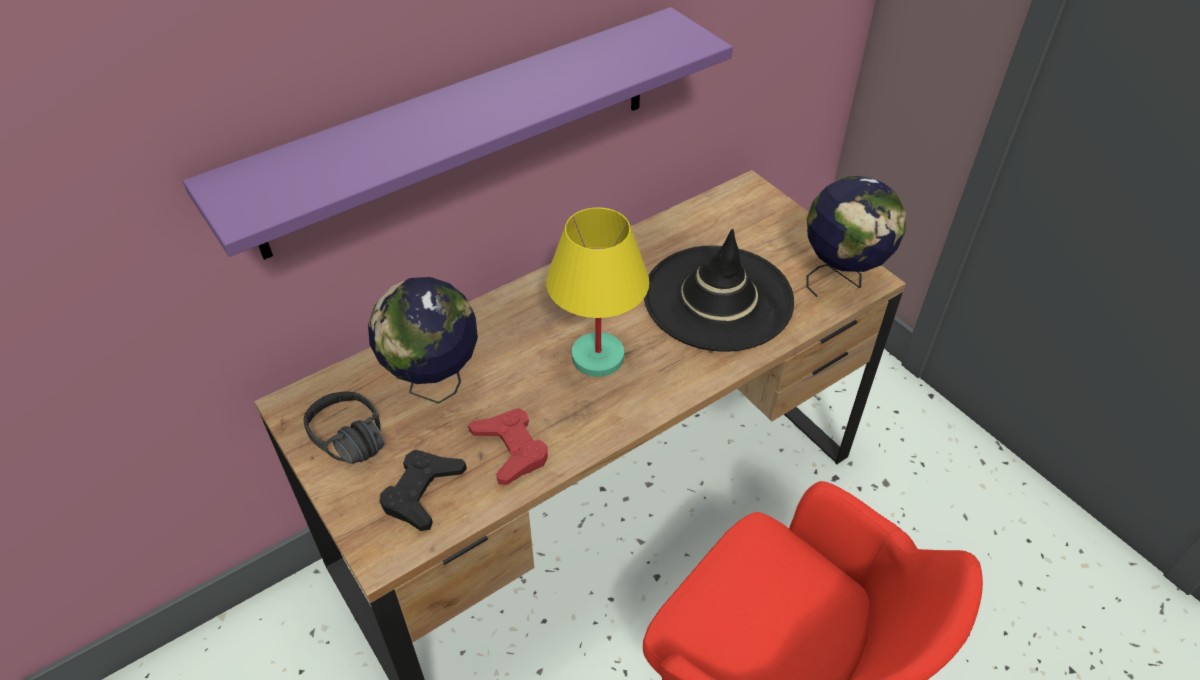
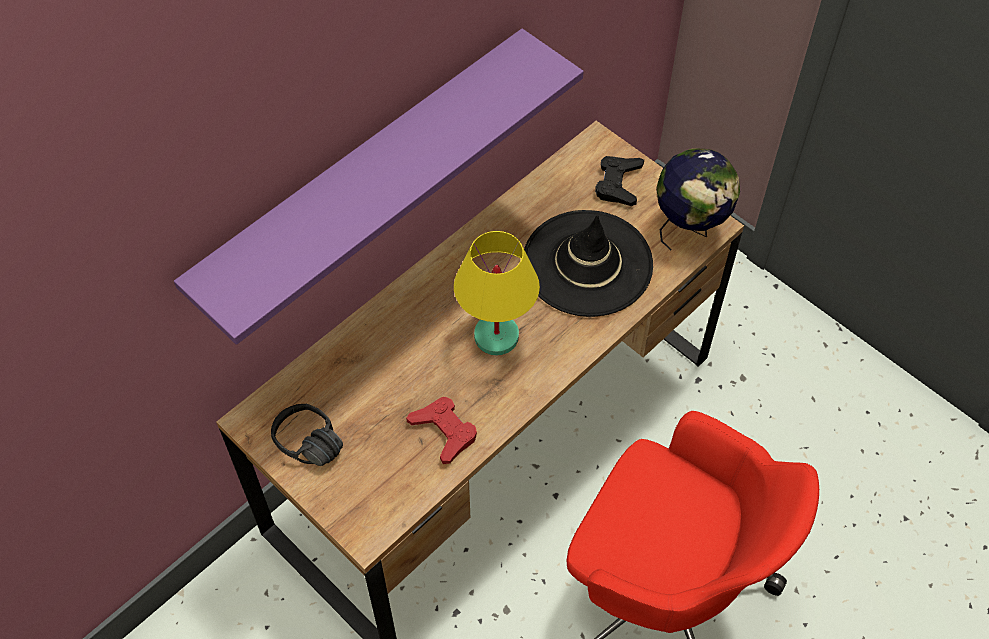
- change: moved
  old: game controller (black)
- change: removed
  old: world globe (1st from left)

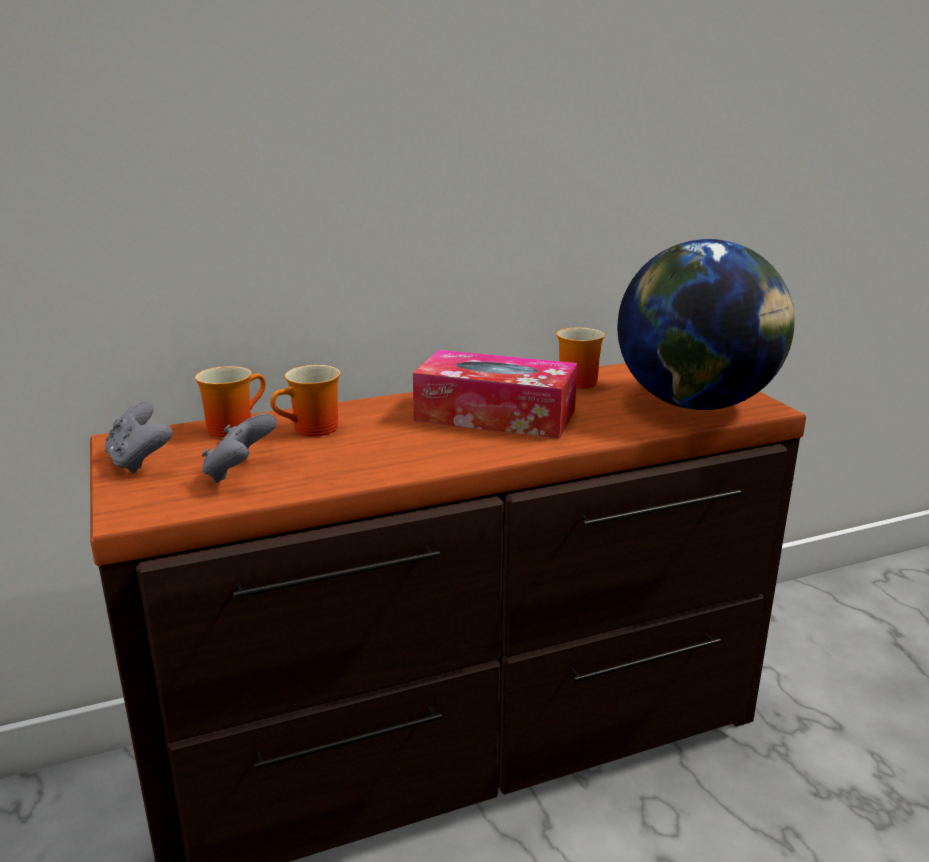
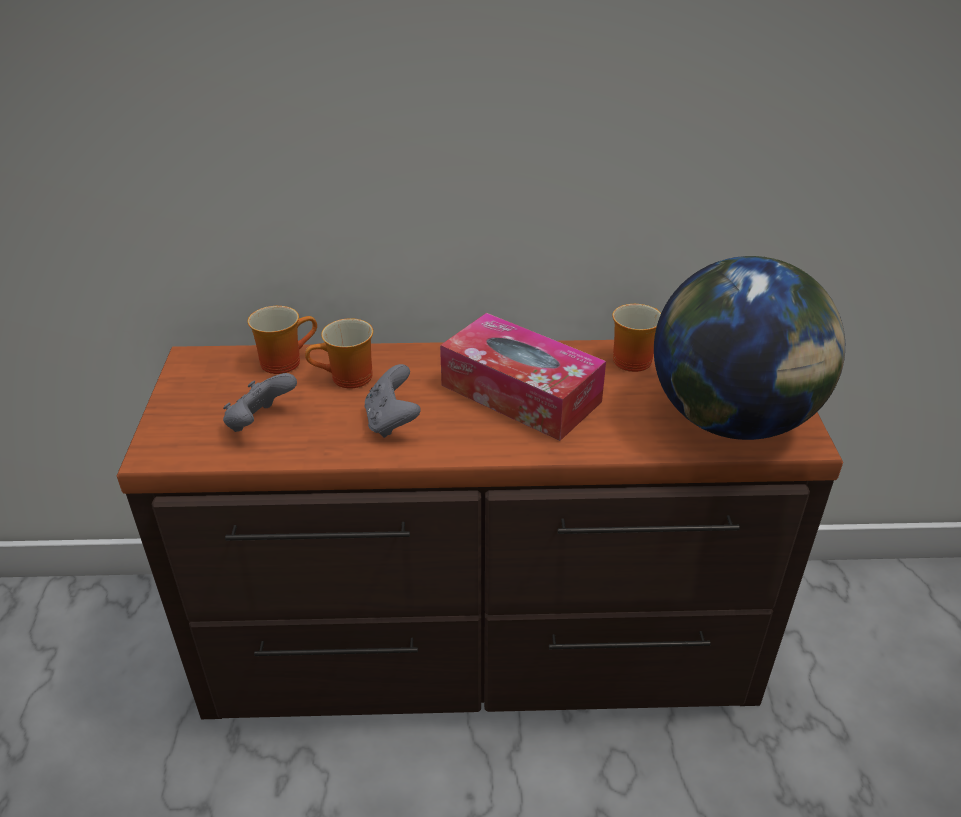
- change: moved
  old: game controller (greyish) (1st from left in the first image)
  new: game controller (greyish) (2nd from left)

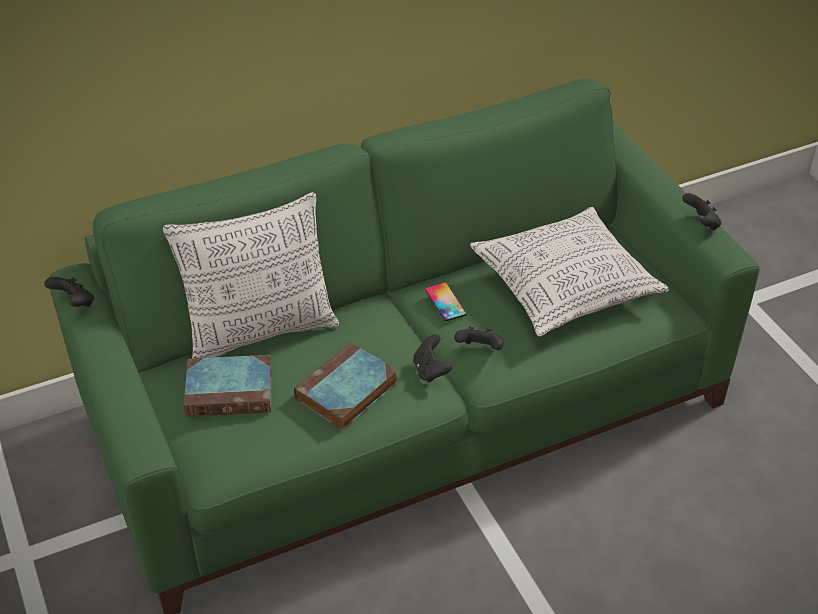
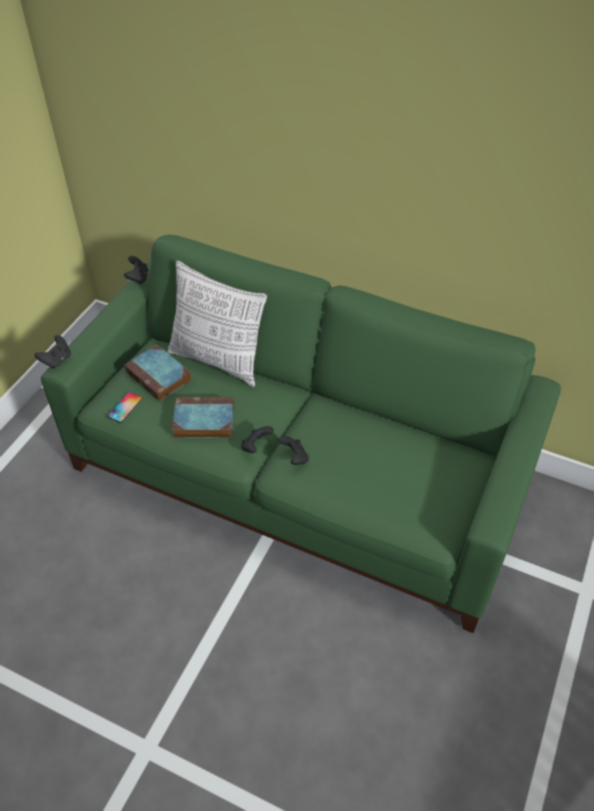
- change: moved
  old: game controller (black) (4th from left in the first image)
  new: game controller (black) (1st from left)
- change: moved
  old: handset
- change: removed
  old: throw pillow (2nd from left)

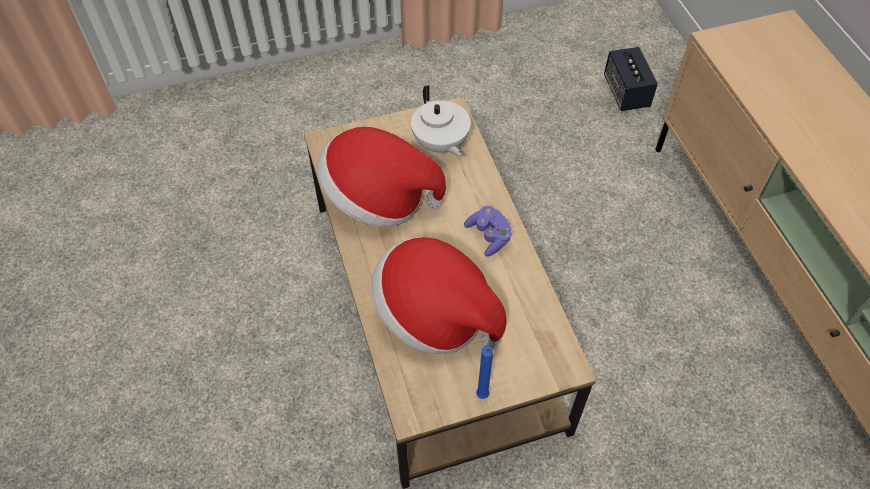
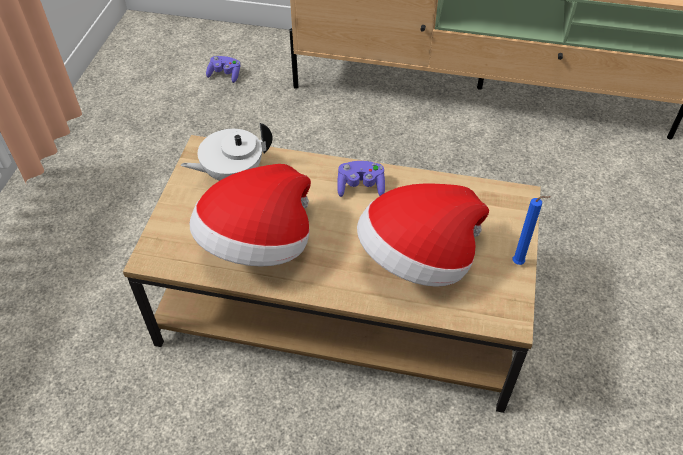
- change: turned
  old: pot for tea (whitish)
  degrees: 150
- change: replaced
  old: loudspeaker
  new: game controller (purplish) (1st from left)

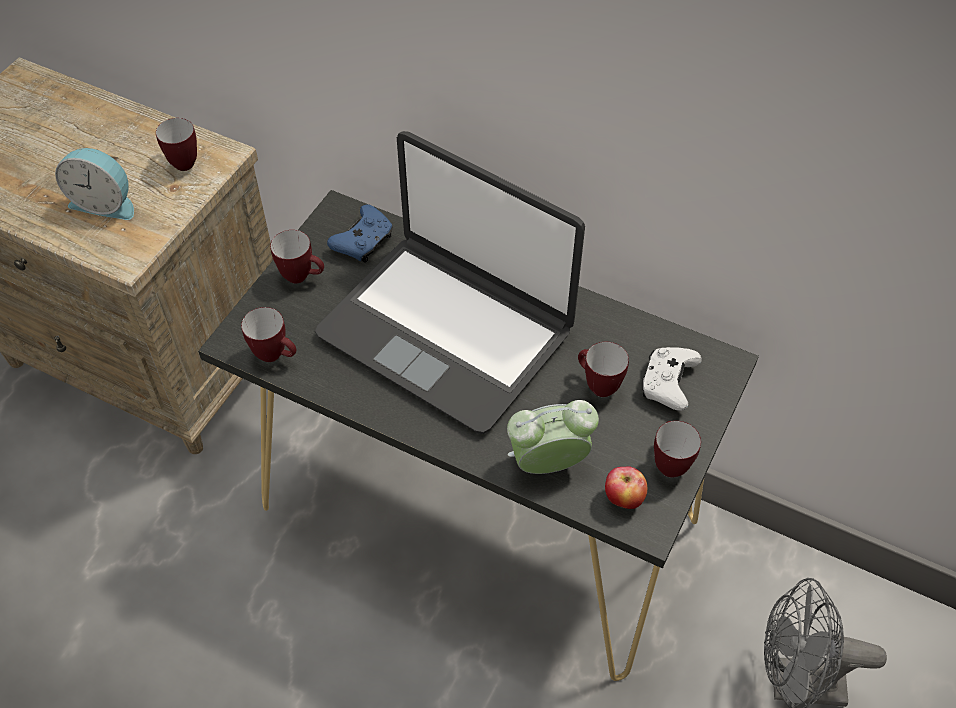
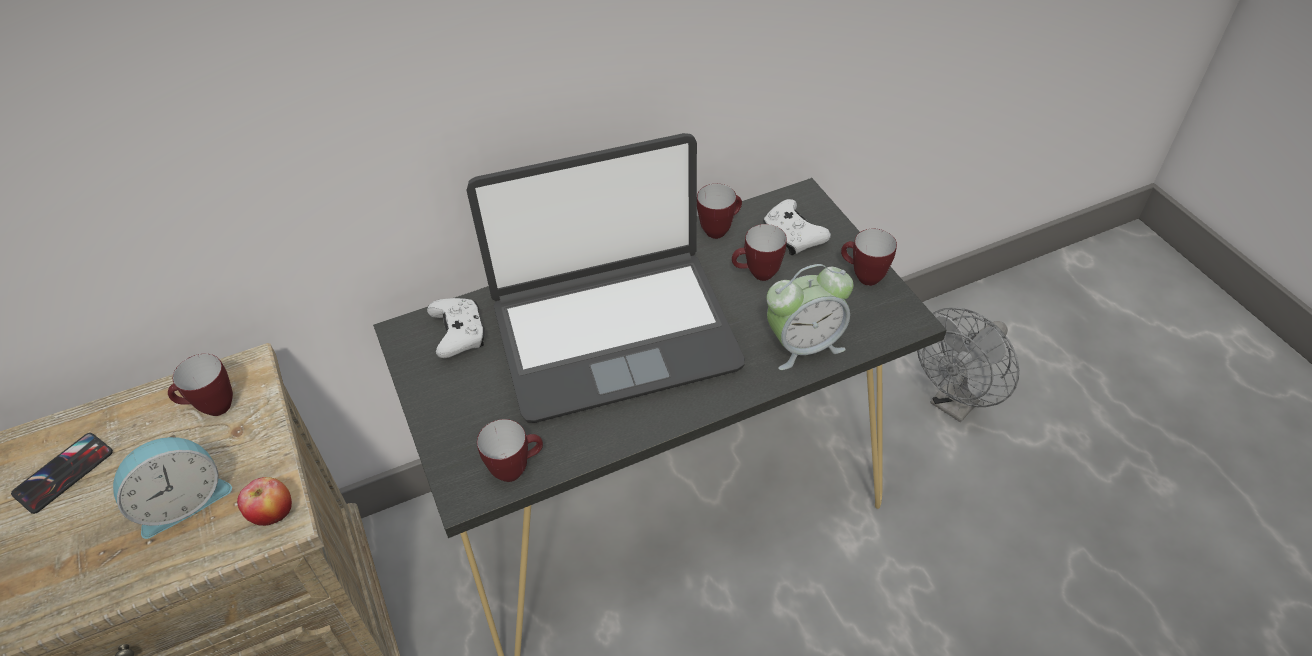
- change: added
  new: handset
- change: moved
  old: whole apple
- change: recoloured
  old: game controller (blue)
  new: game controller (whitish) (1st from left)
- change: moved
  old: tea mug (3rd from left)
- change: turned
  old: bedside clock (2nd from left)
  degrees: -135

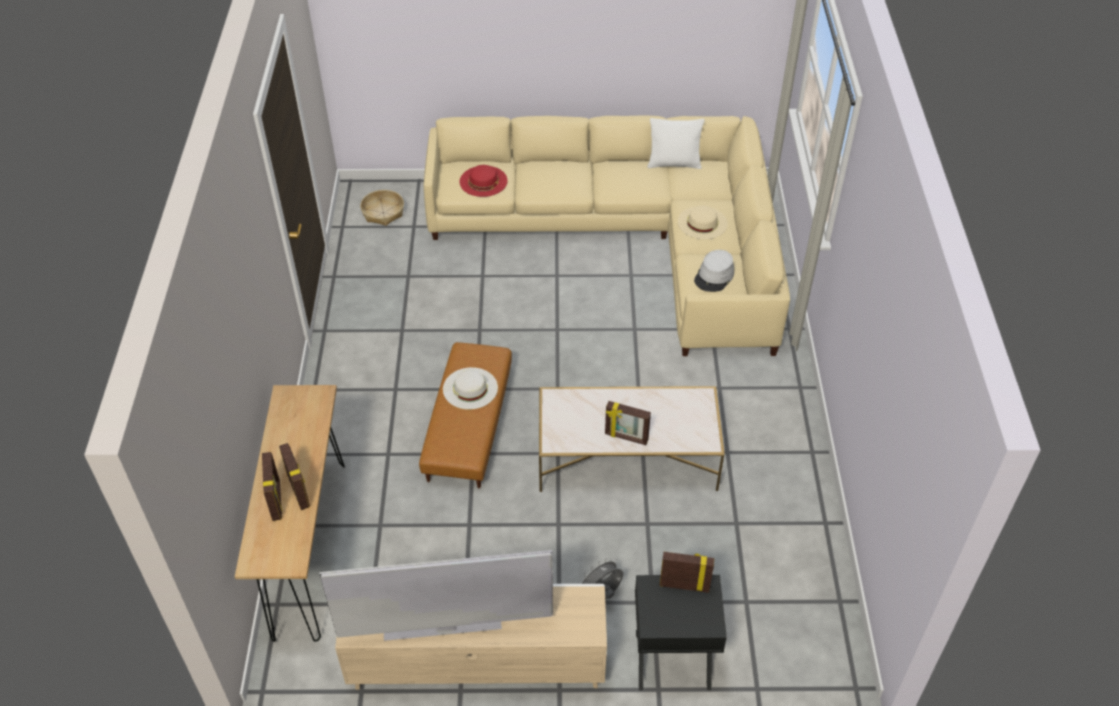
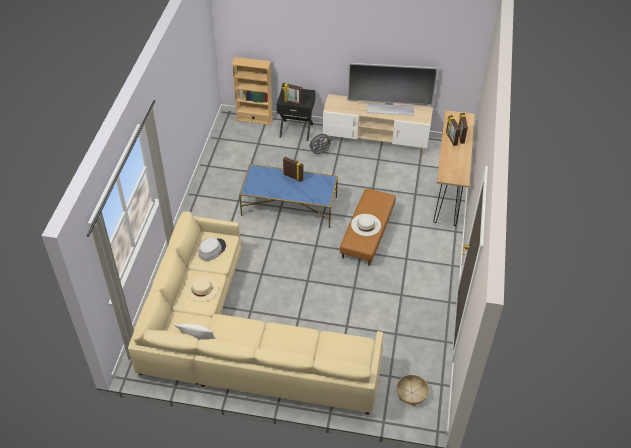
- change: added
  new: bookshelf (sand-coloured)
- change: recoloured
  old: coffee table (whitish)
  new: coffee table (blue)
- change: removed
  old: clothing hat (reddish)

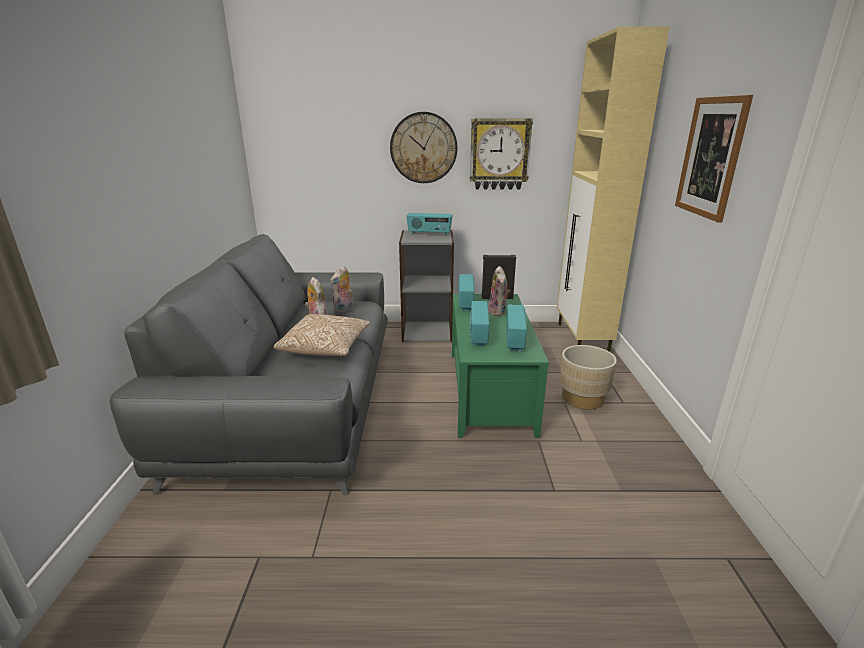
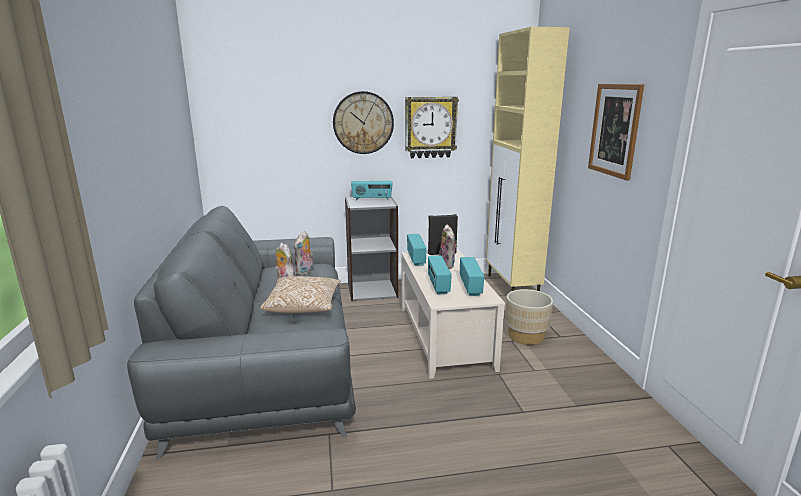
- change: recoloured
  old: coffee table (greenish)
  new: coffee table (sand-coloured)

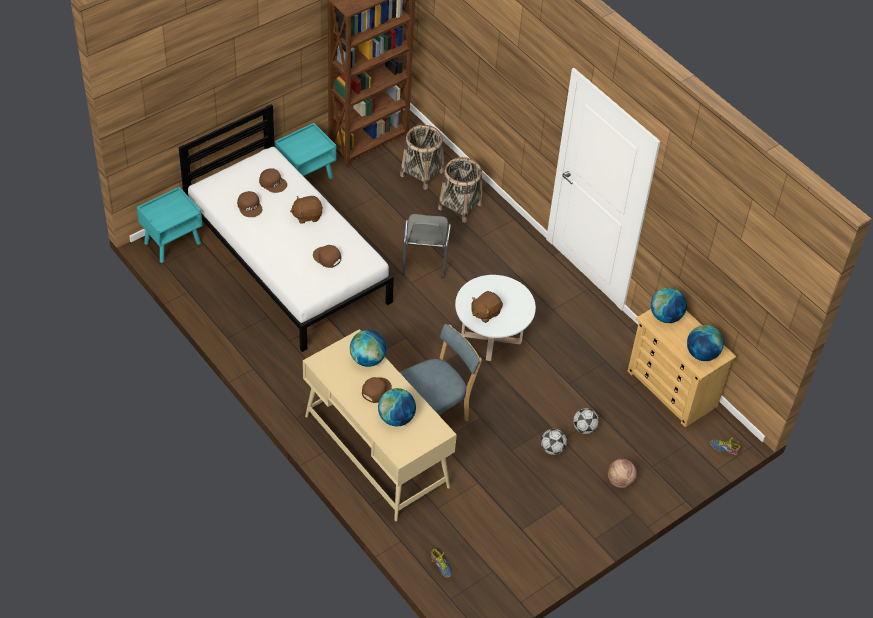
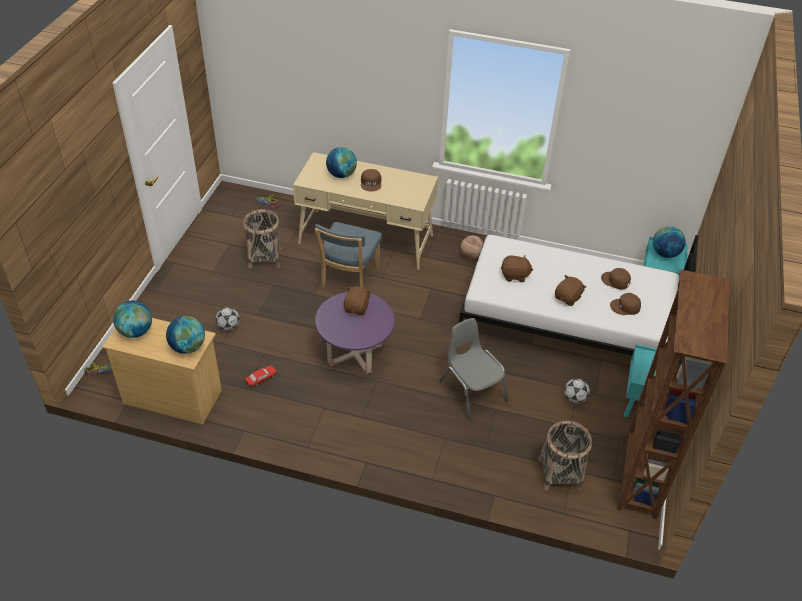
- change: moved
  old: basket (2nd from left in the first image)
  new: basket (1st from left)
- change: added
  new: miniature car
- change: recoloured
  old: coffee table (whitish)
  new: coffee table (purplish)
- change: moved
  old: basketball
- change: replaced
  old: cap (brown) (3rd from left)
  new: cuddly toy (brown) (2nd from left)
- change: moved
  old: football (1st from left in the first image)
  new: football (2nd from left)
- change: moved
  old: world globe (1st from left in the first image)
  new: world globe (4th from left)

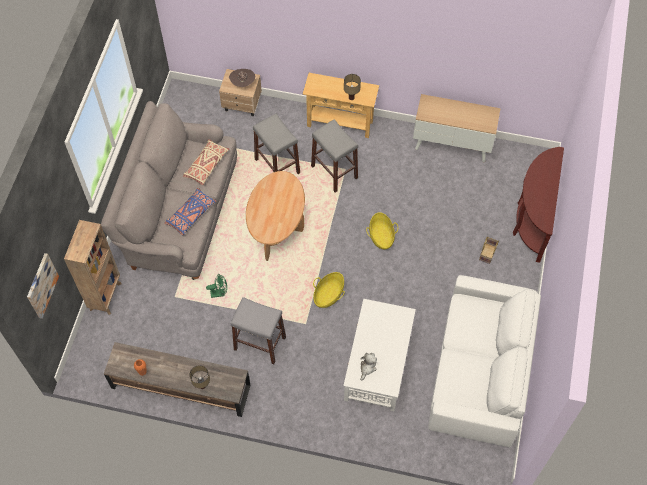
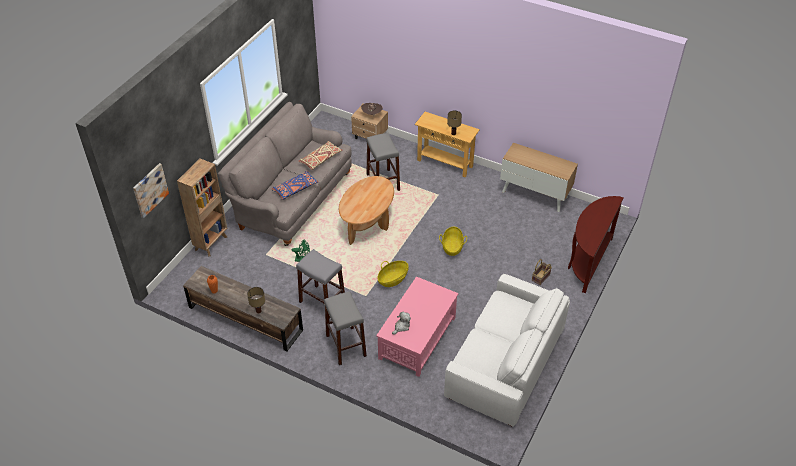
- change: moved
  old: stool (greyish) (3rd from left in the first image)
  new: stool (greyish) (2nd from left)
- change: recoloured
  old: coffee table (whitish)
  new: coffee table (pink-coloured)

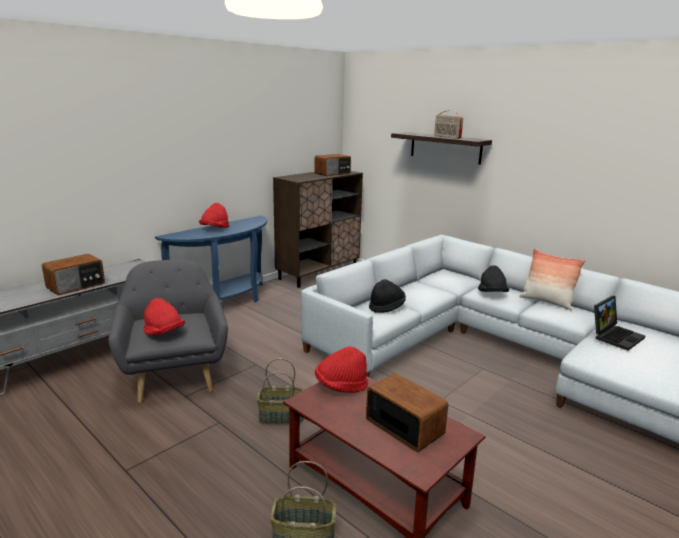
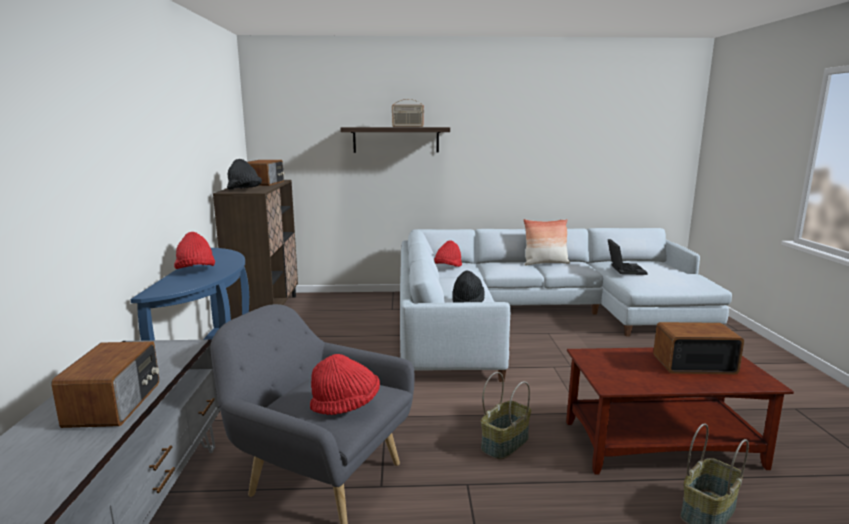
- change: moved
  old: clothing hat (black) (2nd from left in the first image)
  new: clothing hat (black) (1st from left)
- change: moved
  old: clothing hat (reddish) (3rd from left)

